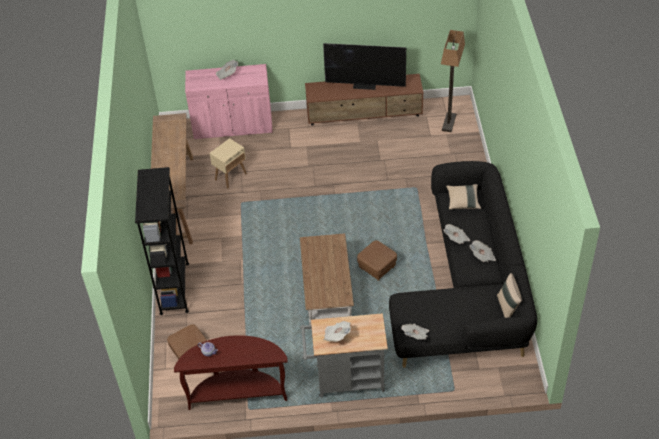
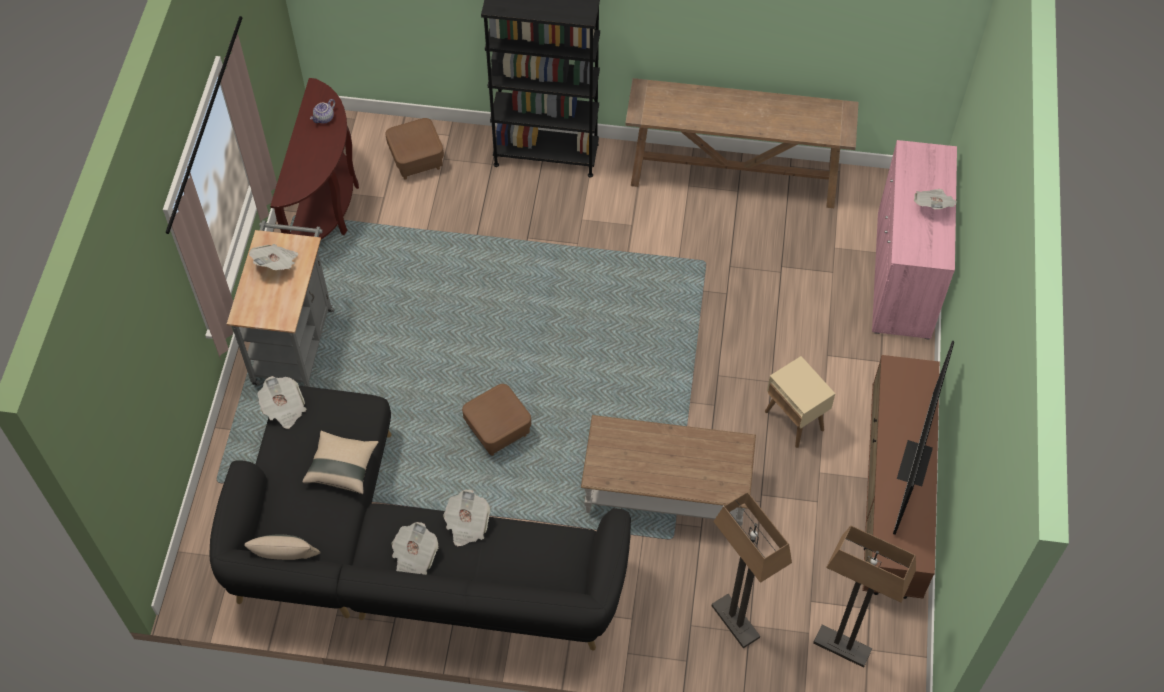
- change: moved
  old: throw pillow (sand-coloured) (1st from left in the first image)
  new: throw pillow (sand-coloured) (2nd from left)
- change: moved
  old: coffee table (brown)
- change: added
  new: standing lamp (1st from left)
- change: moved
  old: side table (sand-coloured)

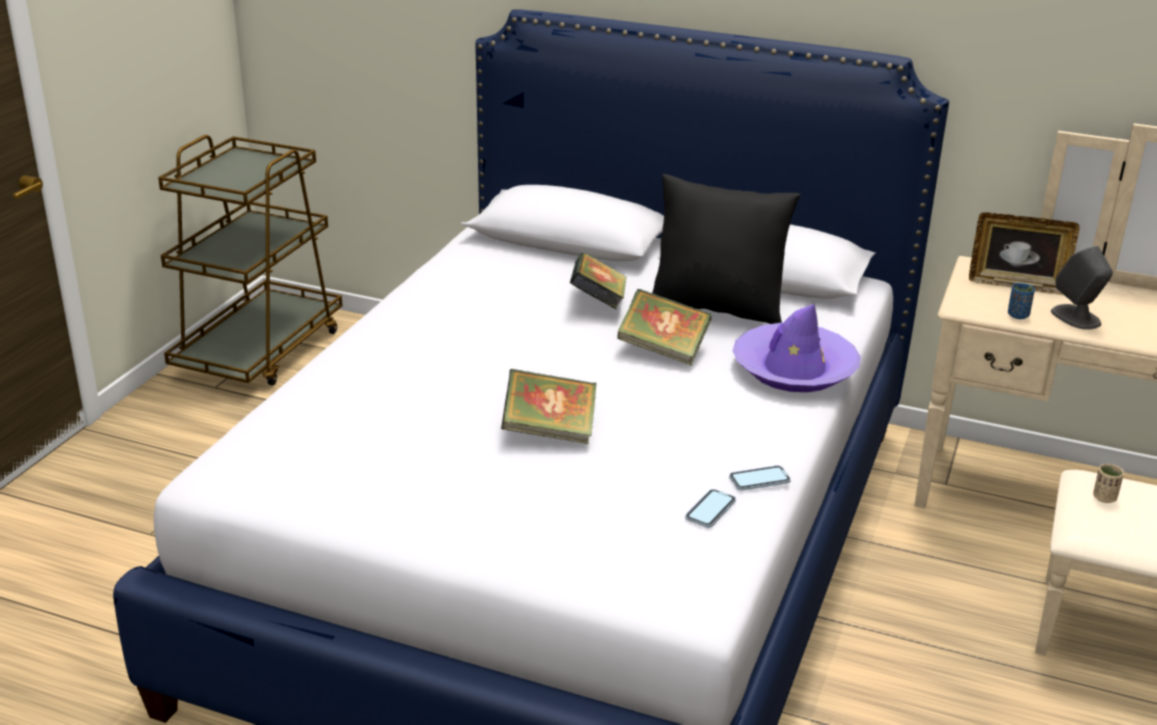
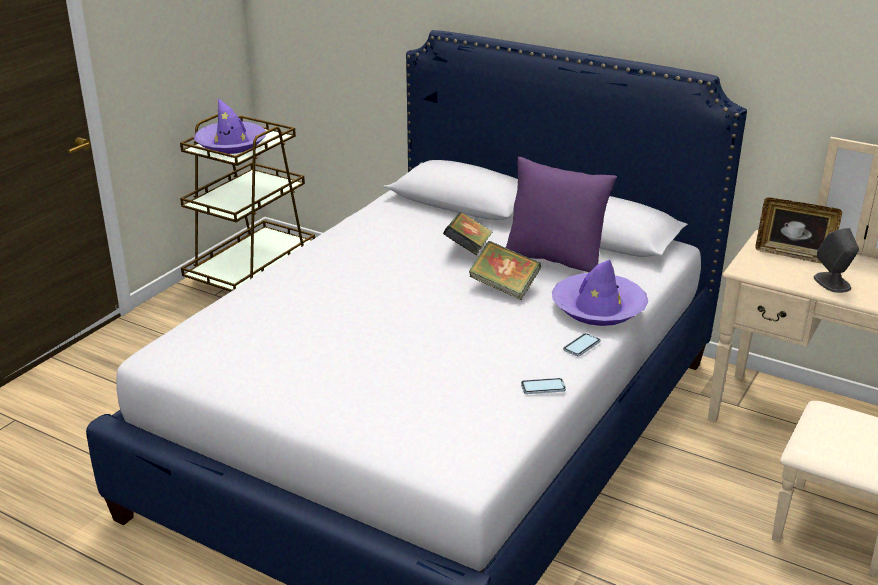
- change: added
  new: clothing hat (purplish) (1st from left)
- change: recoloured
  old: throw pillow (black)
  new: throw pillow (purplish)
- change: moved
  old: handset (1st from left in the first image)
  new: handset (2nd from left)
- change: removed
  old: book (1st from left)
- change: removed
  old: drinking cup (blue)
- change: removed
  old: drinking cup (sand-coloured)

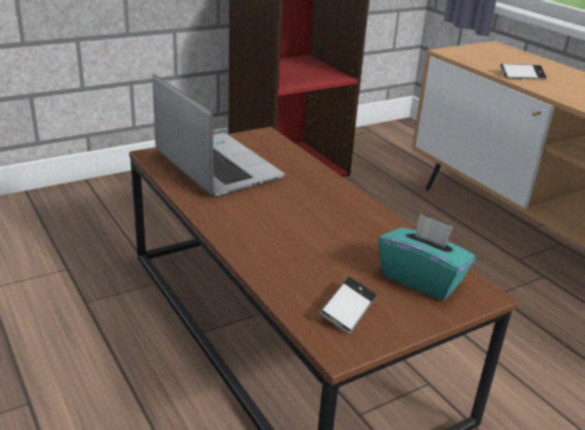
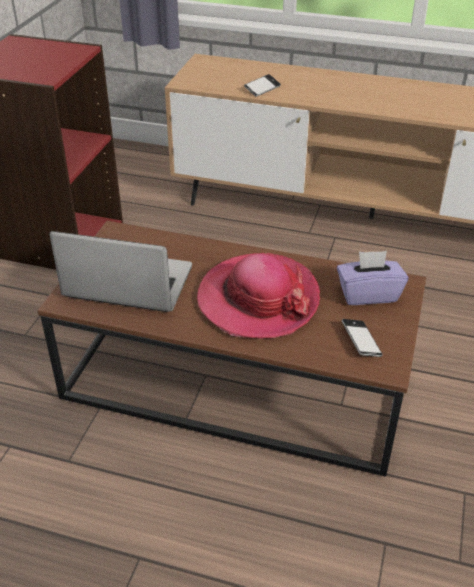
- change: added
  new: clothing hat
- change: recoloured
  old: tissue box (turquoise-coloured)
  new: tissue box (purplish)

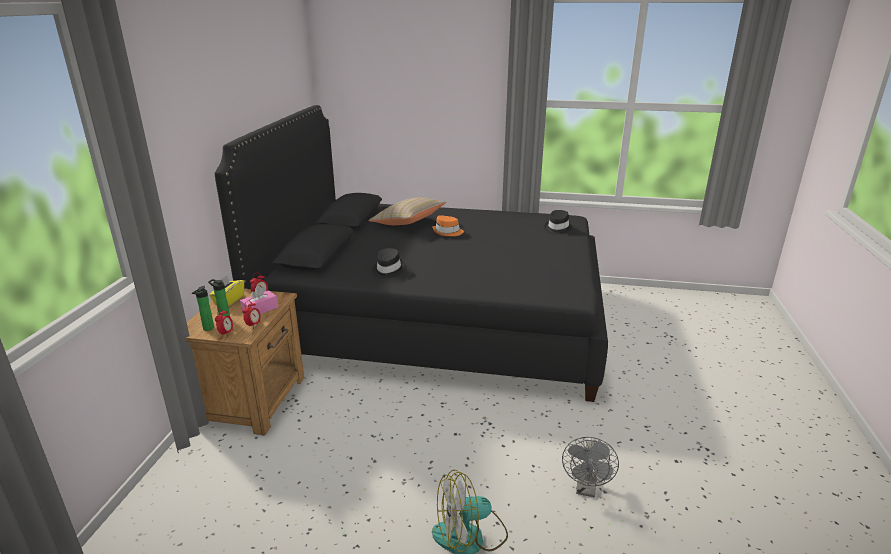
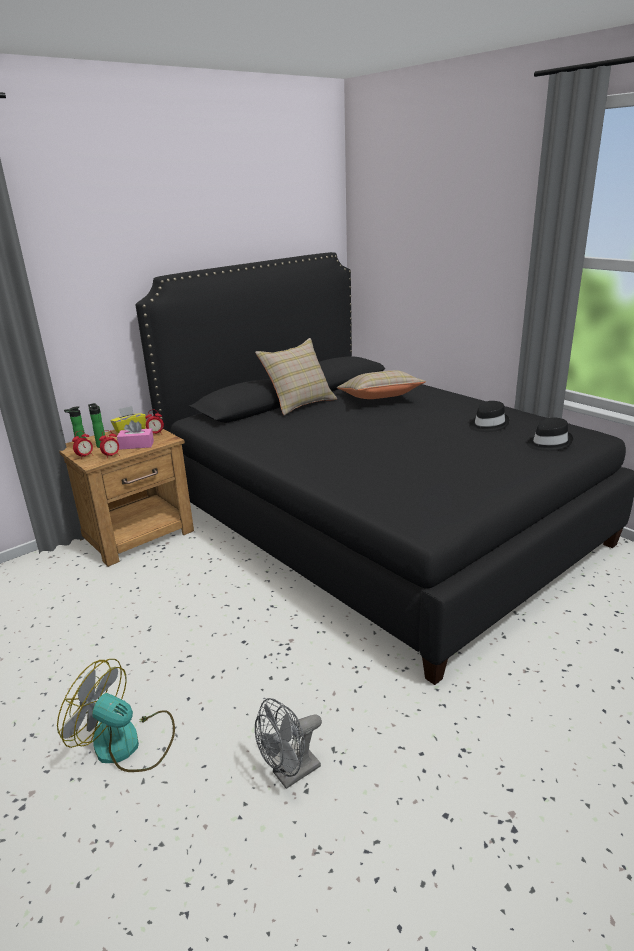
- change: added
  new: throw pillow (sand-coloured) (1st from left)
- change: moved
  old: clothing hat (black) (1st from left)
- change: removed
  old: clothing hat (orange)

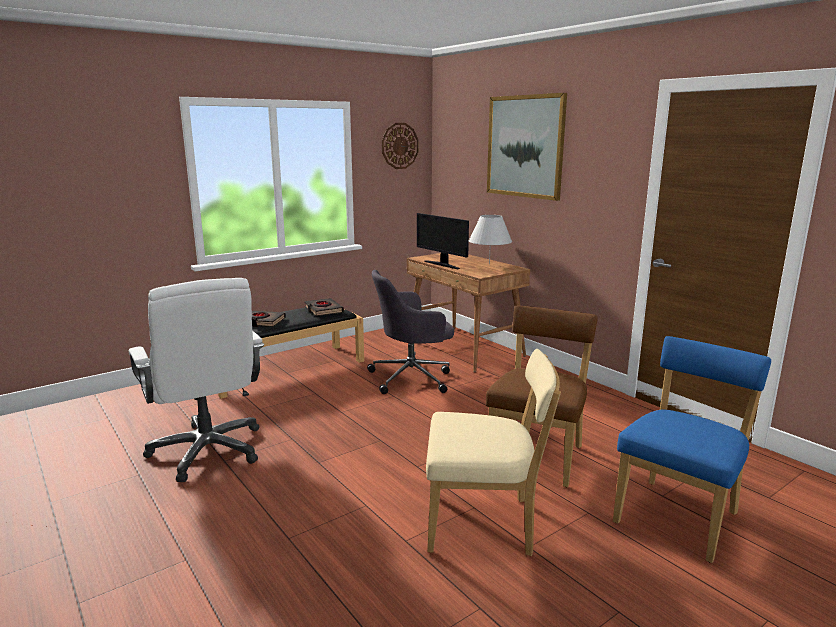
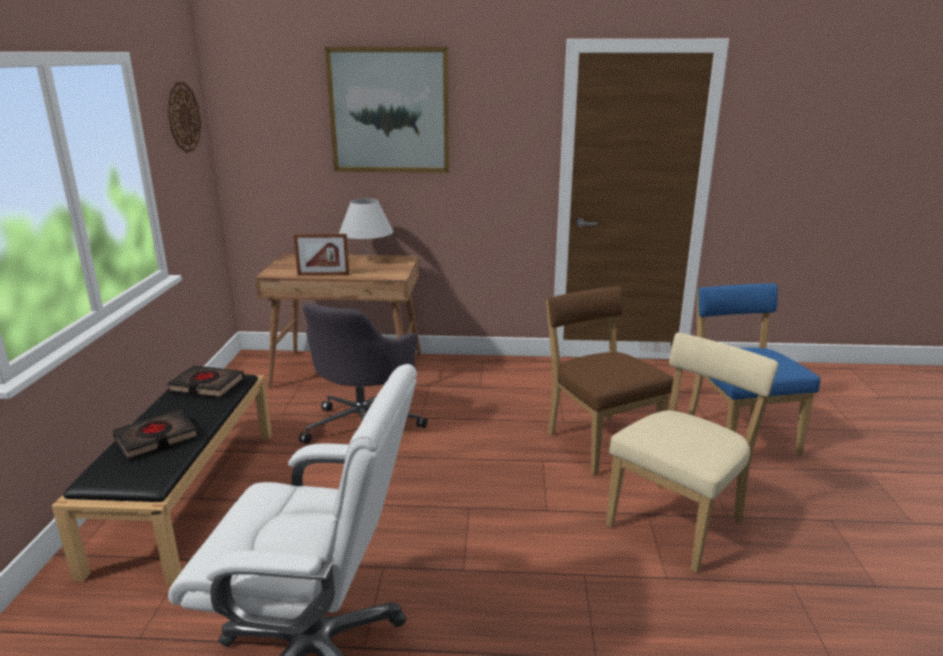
- change: replaced
  old: monitor
  new: standing frame

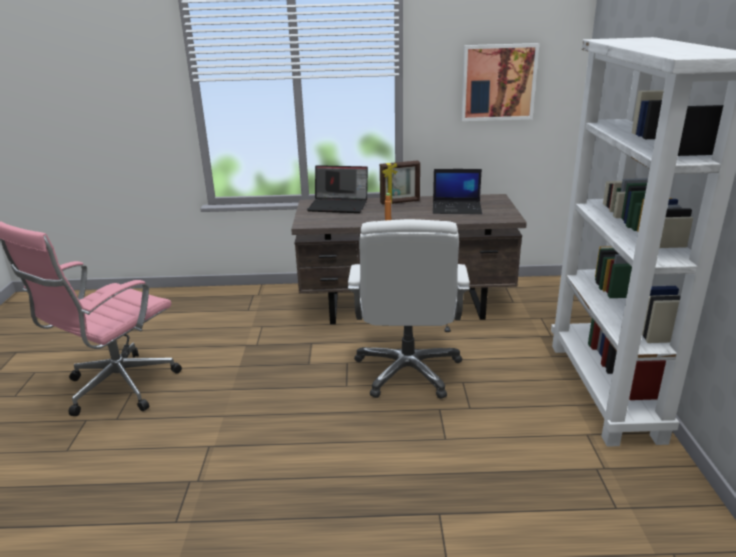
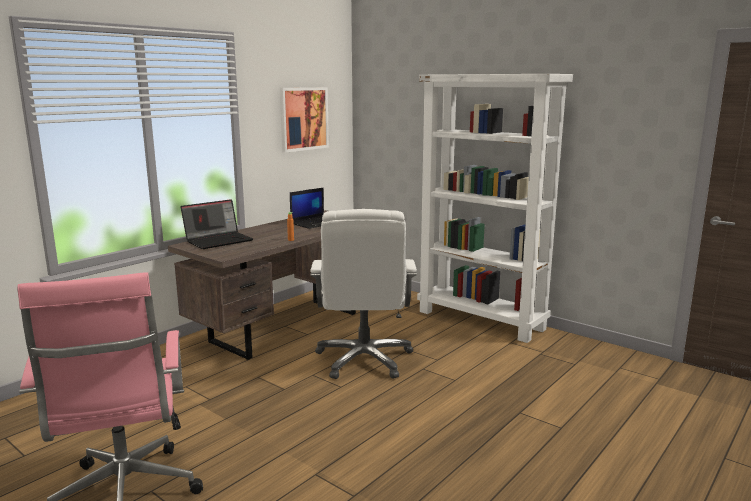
- change: turned
  old: computer chair (whitish)
  degrees: 45
- change: removed
  old: standing frame

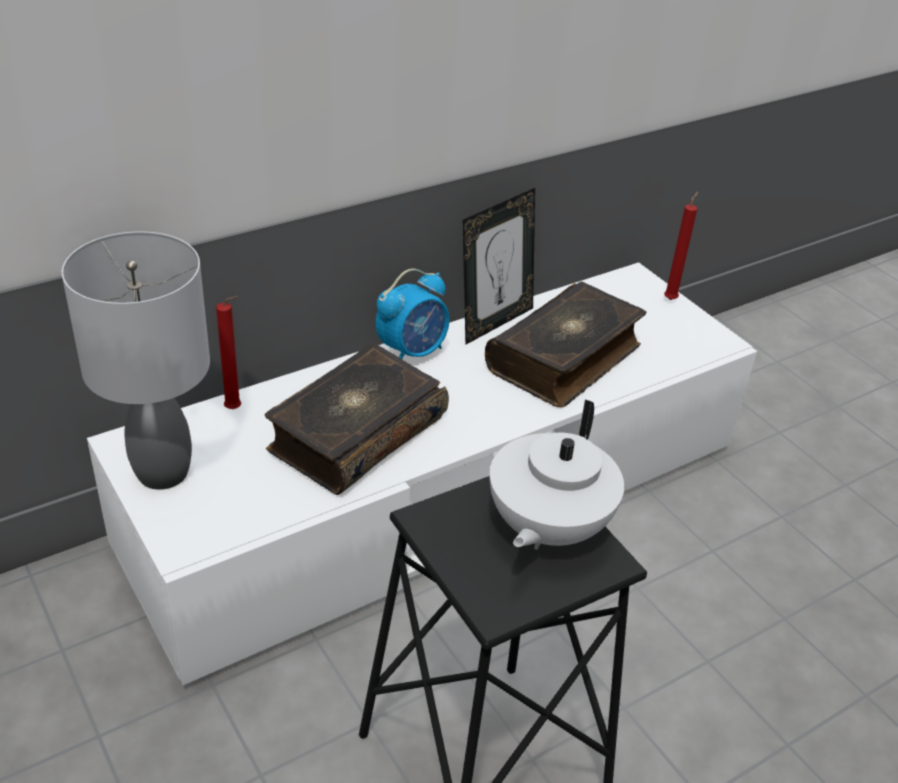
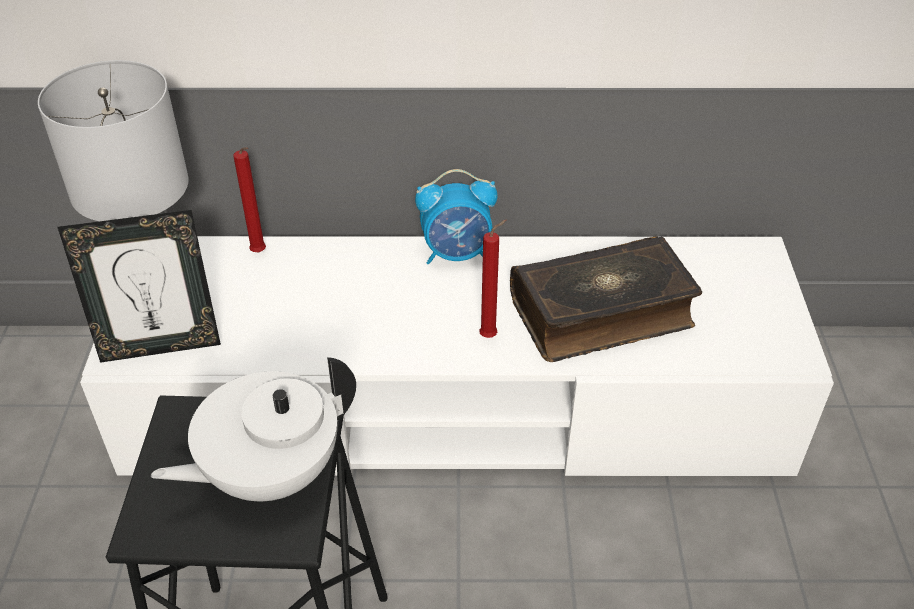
- change: moved
  old: standing frame
- change: moved
  old: wax candle (reddish) (2nd from left)
- change: removed
  old: book (1st from left)

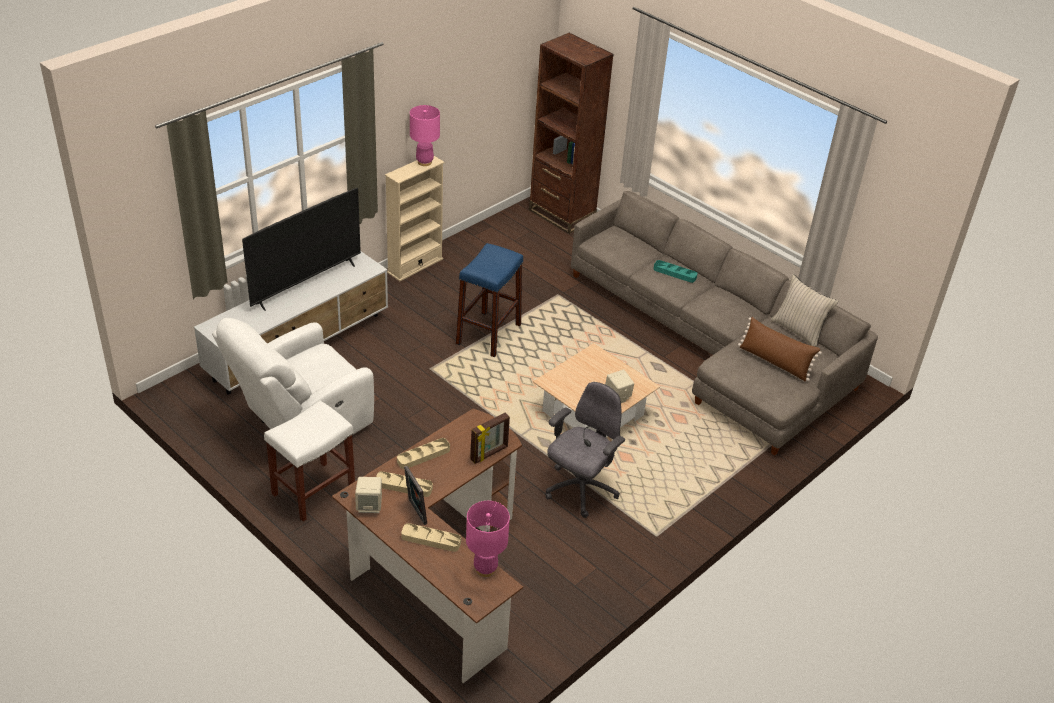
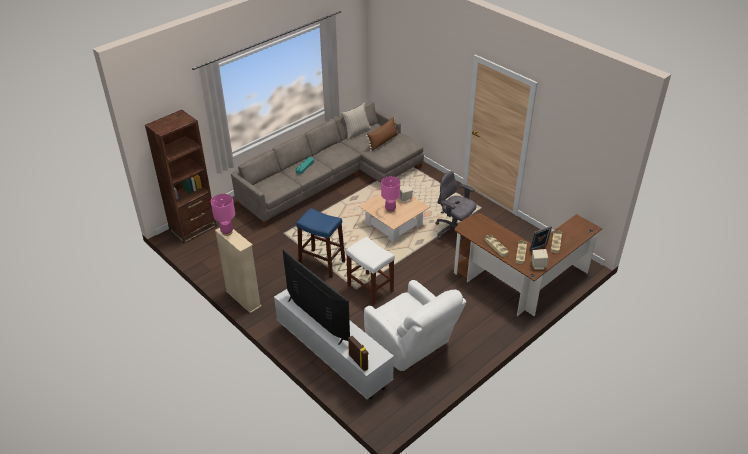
- change: moved
  old: stool (whitish)
- change: moved
  old: standing frame (2nd from left in the first image)
  new: standing frame (1st from left)
- change: moved
  old: tabletop lamp (pink-coloured) (2nd from left)

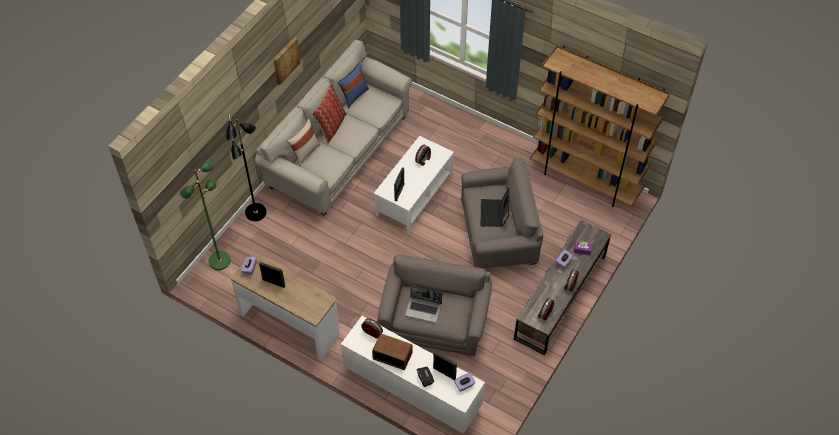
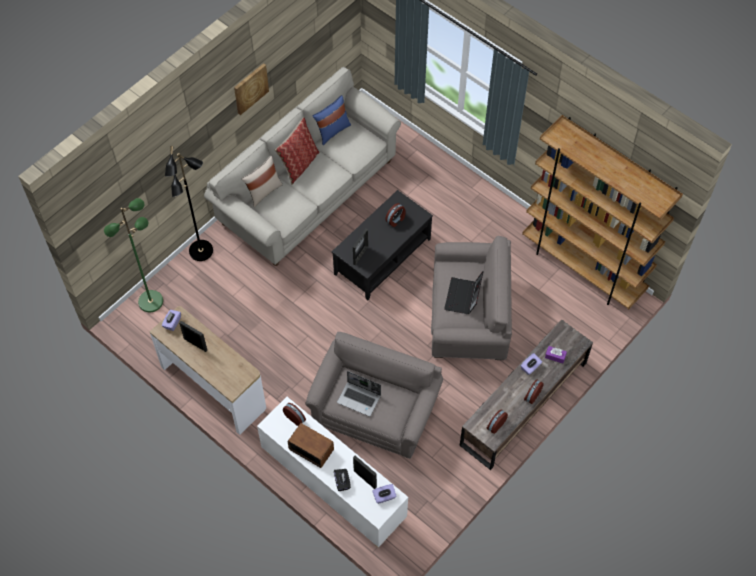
- change: recoloured
  old: coffee table (whitish)
  new: coffee table (black)

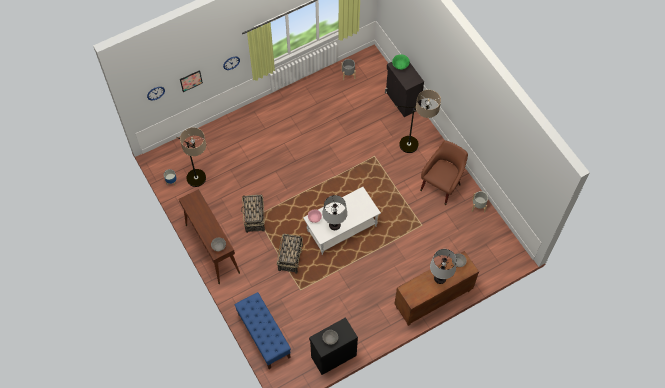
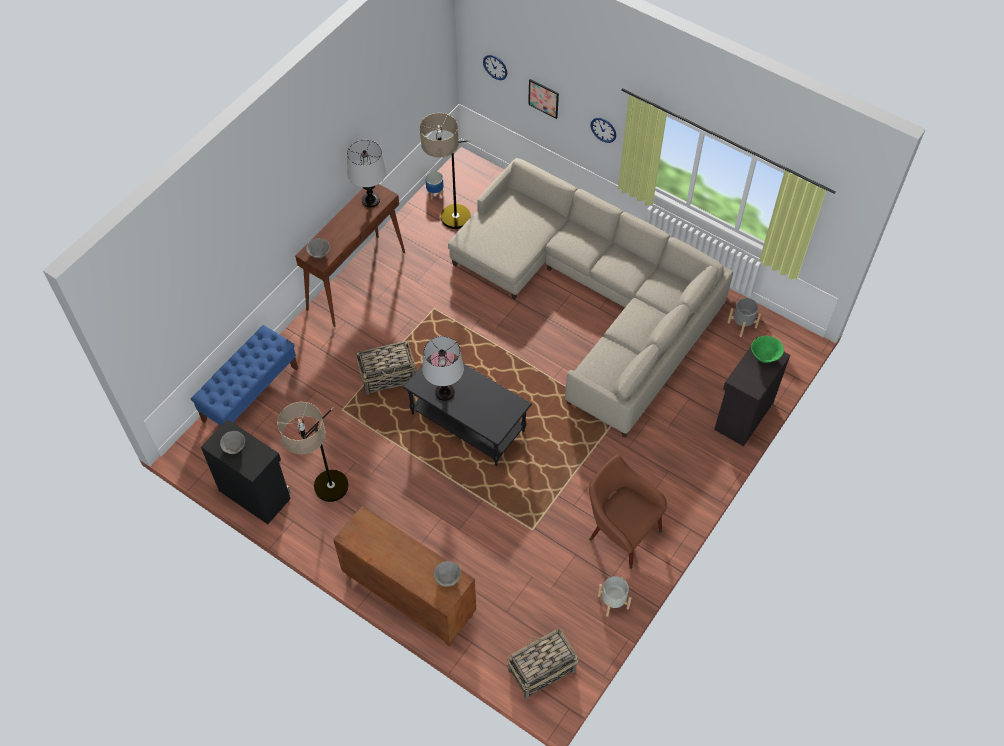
- change: moved
  old: standing lamp (2nd from left in the first image)
  new: standing lamp (1st from left)
- change: moved
  old: tabletop lamp (2nd from left in the first image)
  new: tabletop lamp (1st from left)
- change: recoloured
  old: coffee table (whitish)
  new: coffee table (black)
- change: added
  new: sofa (sand-coloured)
- change: moved
  old: basket (1st from left in the first image)
  new: basket (2nd from left)
- change: turned
  old: lounge chair (brown)
  degrees: -150

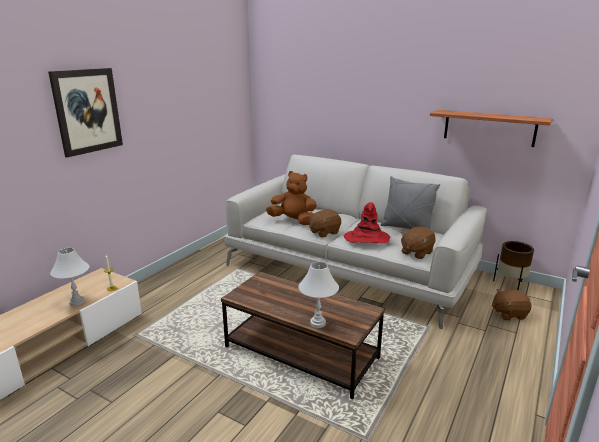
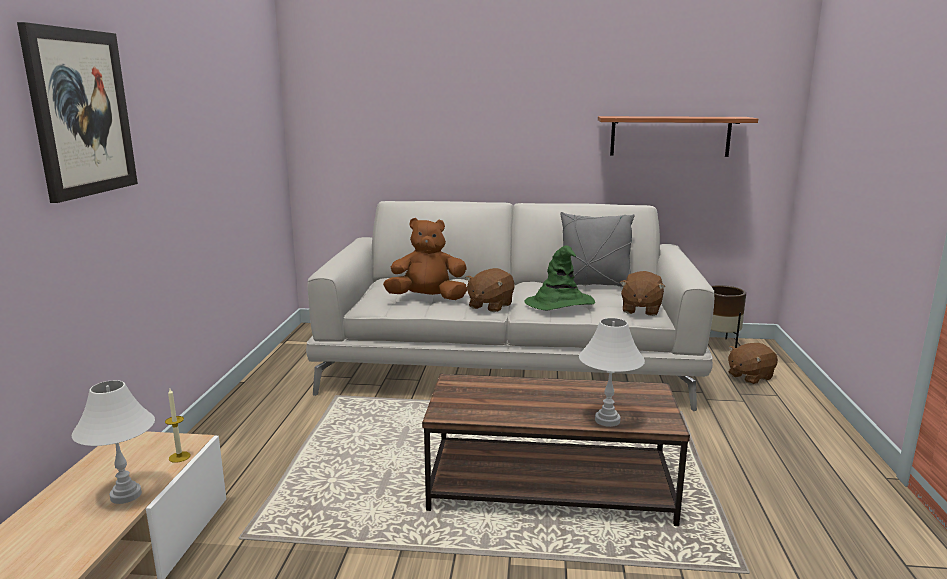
- change: recoloured
  old: clothing hat (reddish)
  new: clothing hat (greenish)

